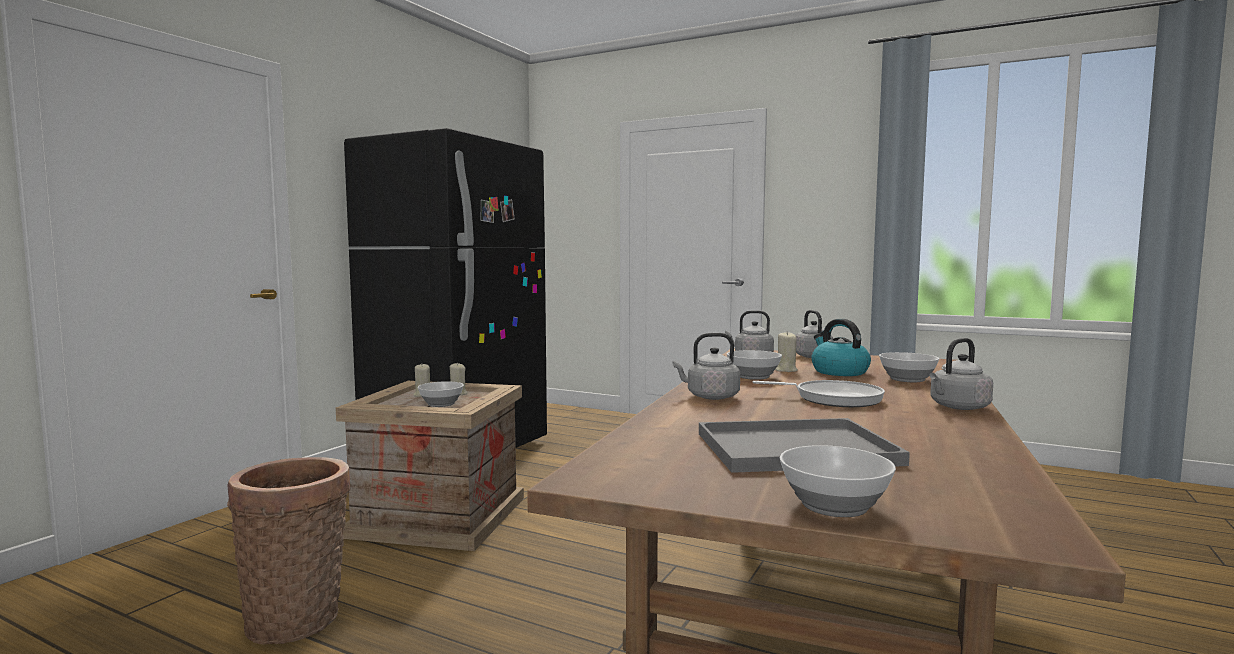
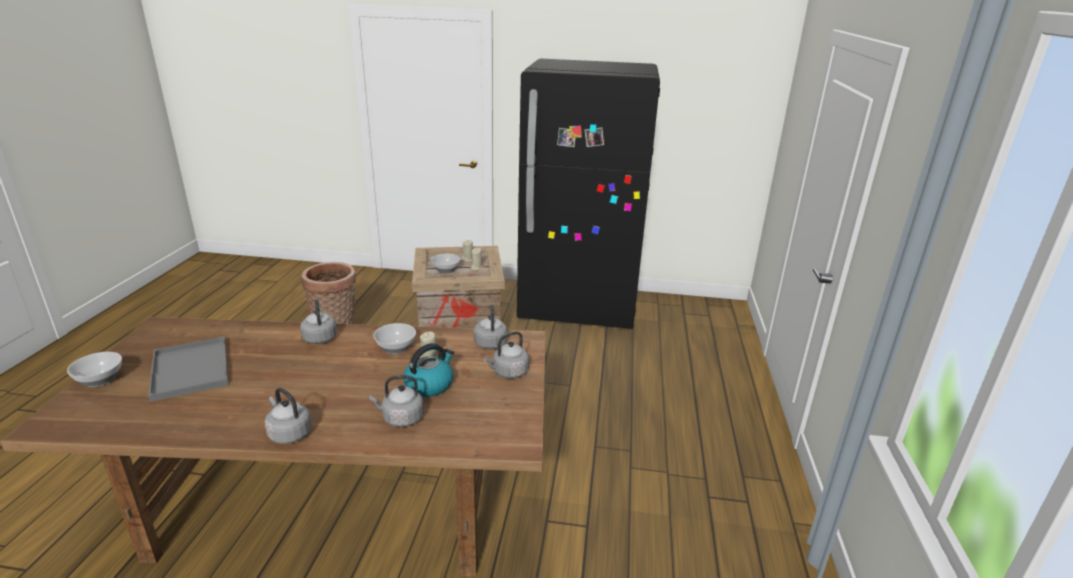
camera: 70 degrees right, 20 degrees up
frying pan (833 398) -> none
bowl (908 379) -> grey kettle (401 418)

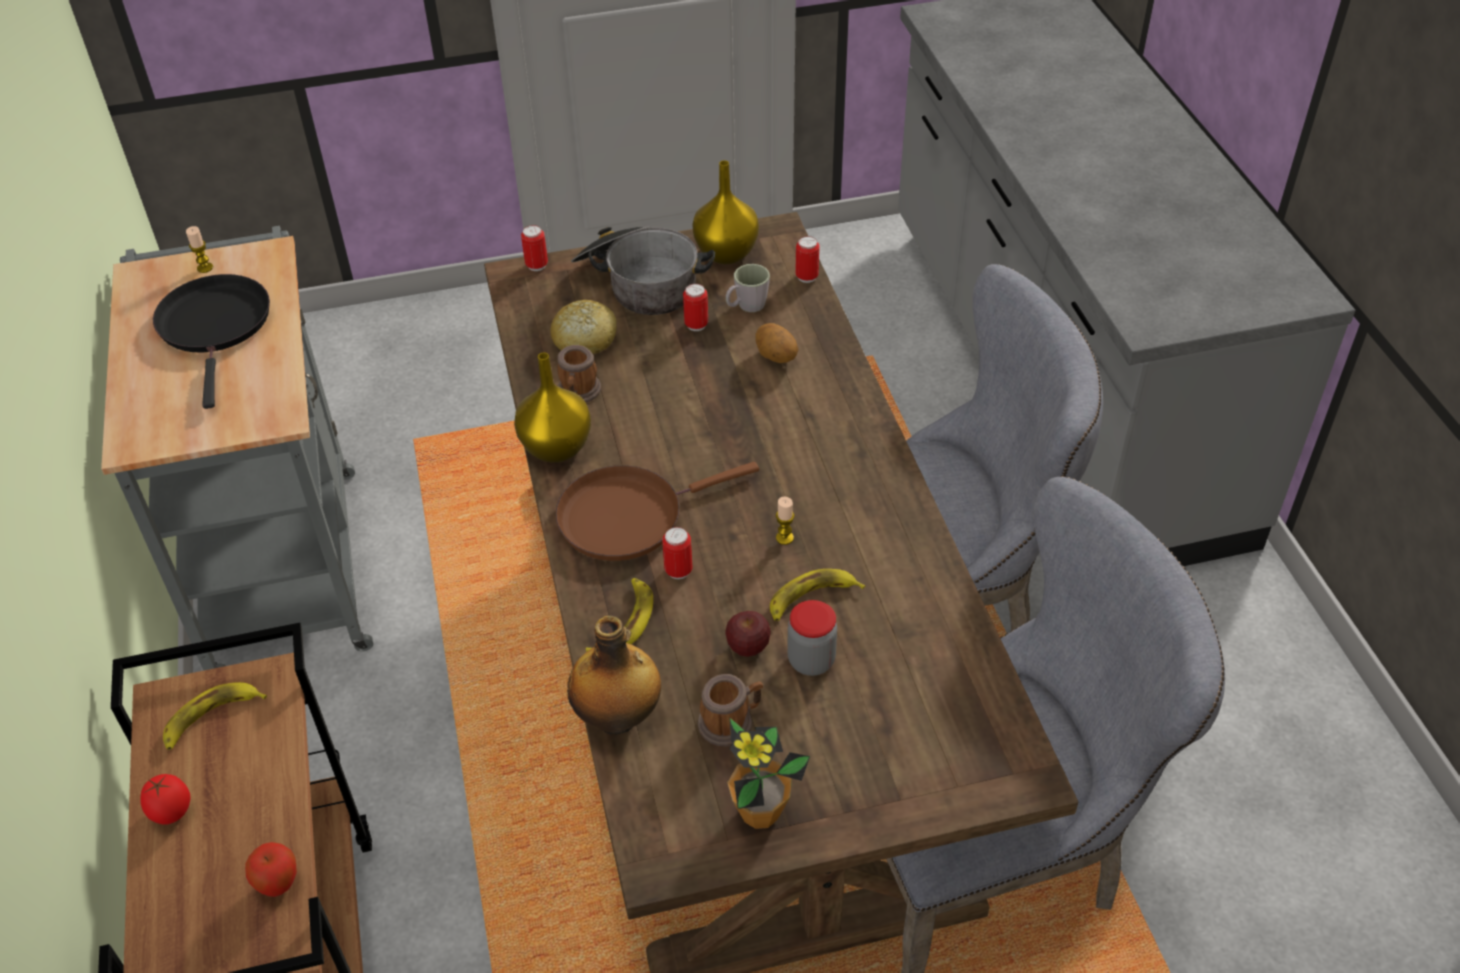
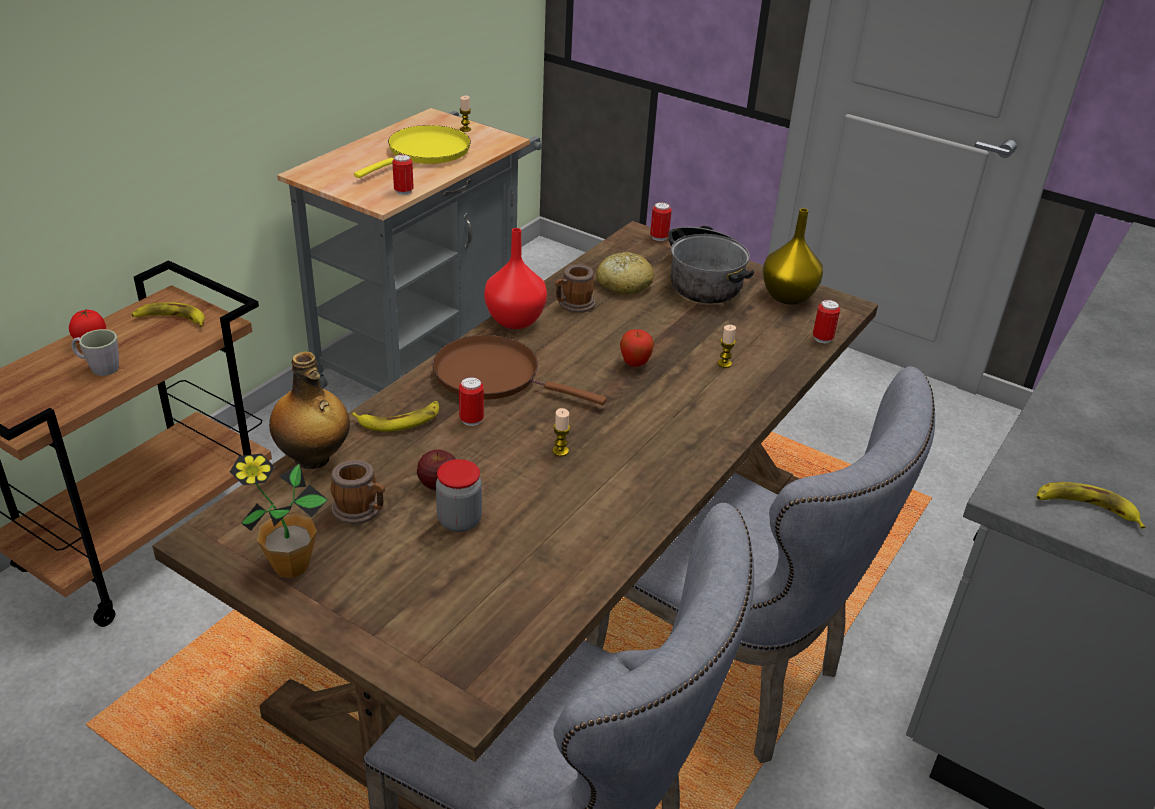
camera: 45 degrees right, 10 degrees down
apple (278 885) -> apple (635 364), relocated
can (696 325) -> can (403 191), relocated
grey mug (746 306) -> grey mug (99 367), relocated
banana (811 598) -> banana (1085 508), relocated
potato (775 357) -> candle (724 363)
black frying pan (215 326) -> yellow frying pan (425 152)
yellow vase (558 448) -> red vase (515 321)

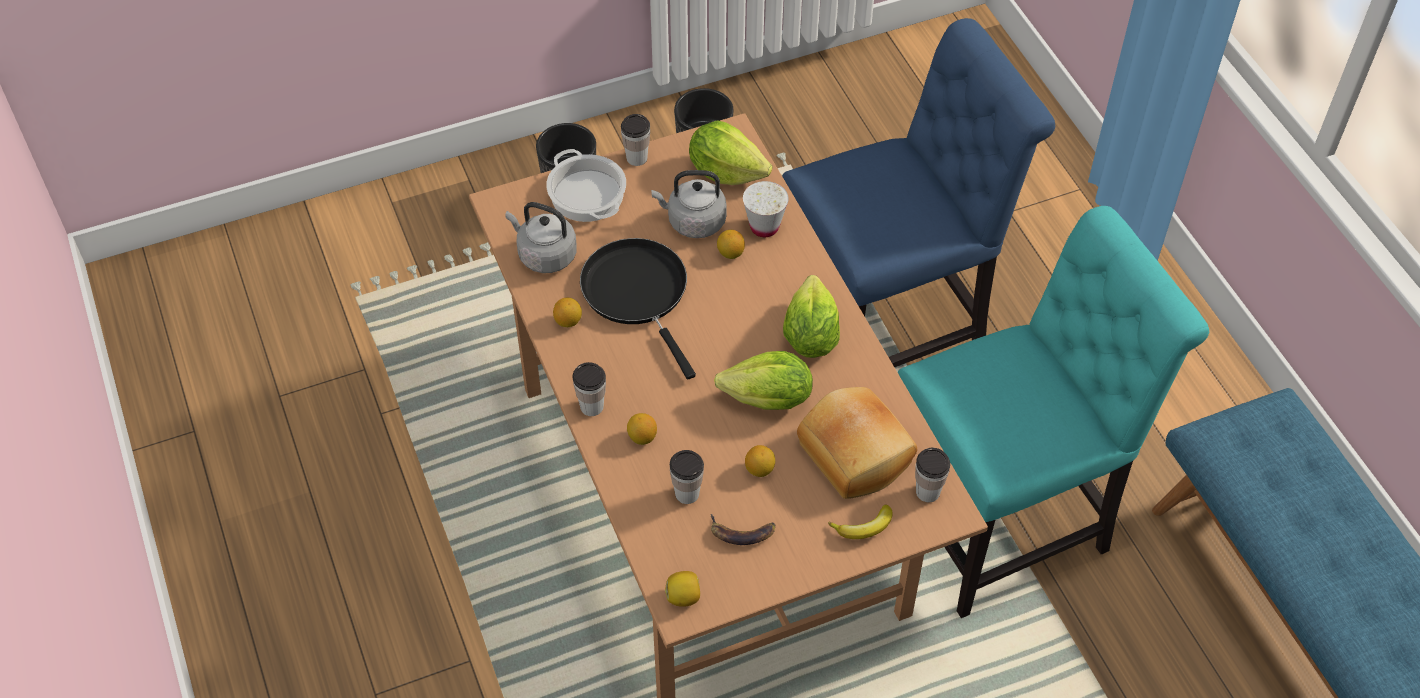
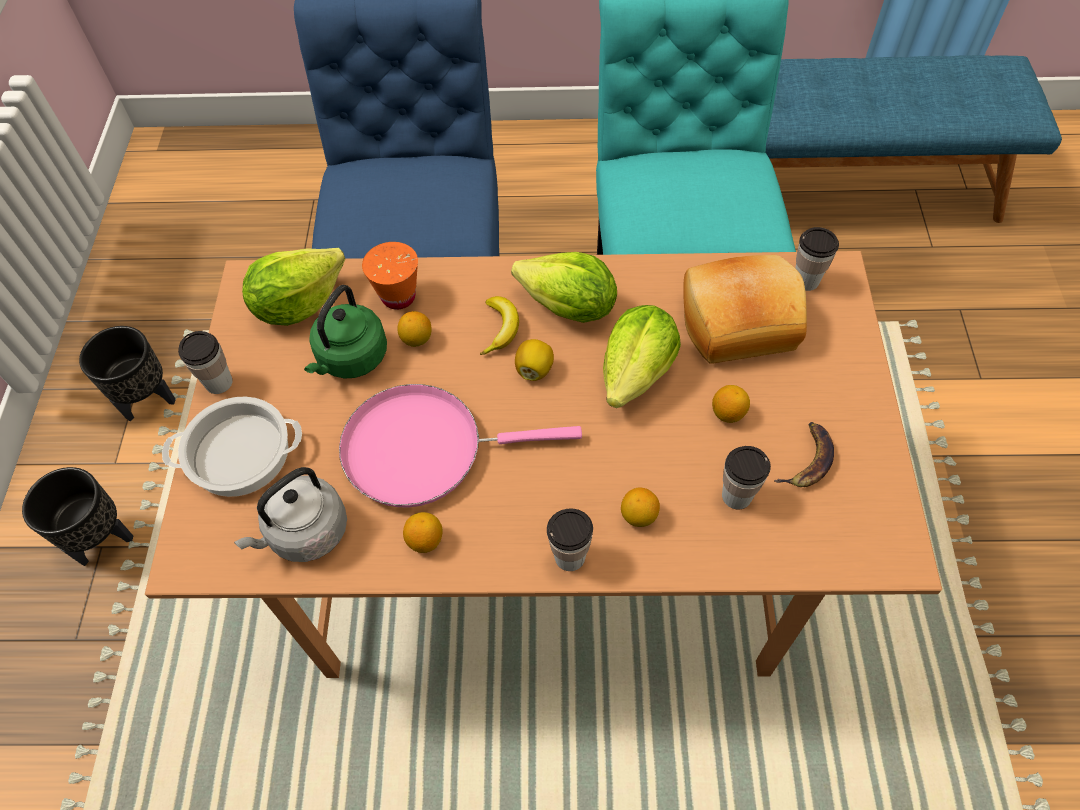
camera: 65 degrees left, 5 degrees up
lemon (684 597) -> lemon (534 369), relocated
banana (864 527) -> banana (500 328), relocated
black frying pan (638 293) -> pink frying pan (424 449)
grey kettle (693 222) -> green kettle (350 359)
white cup (764 227) -> orange cup (398 296)

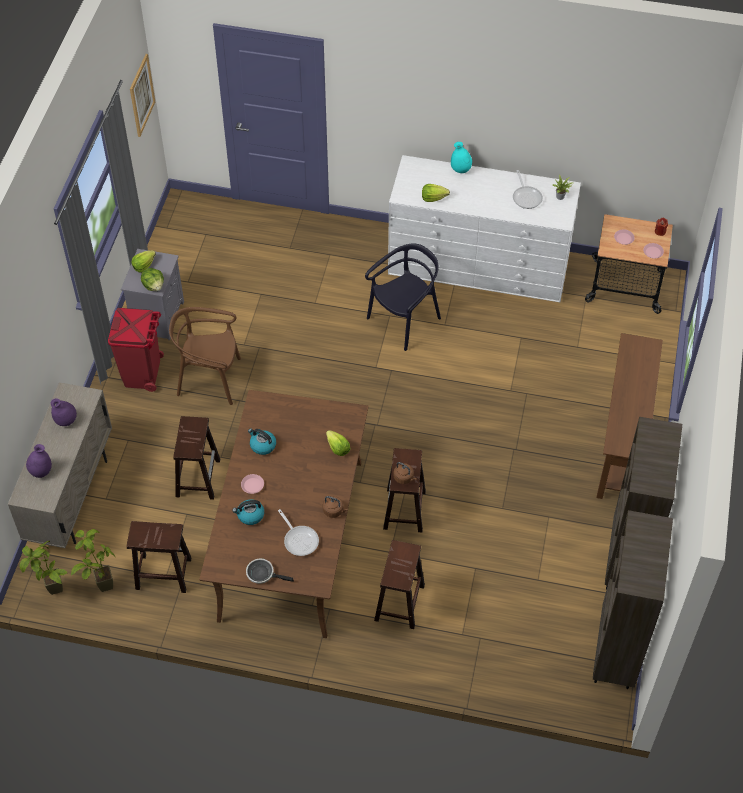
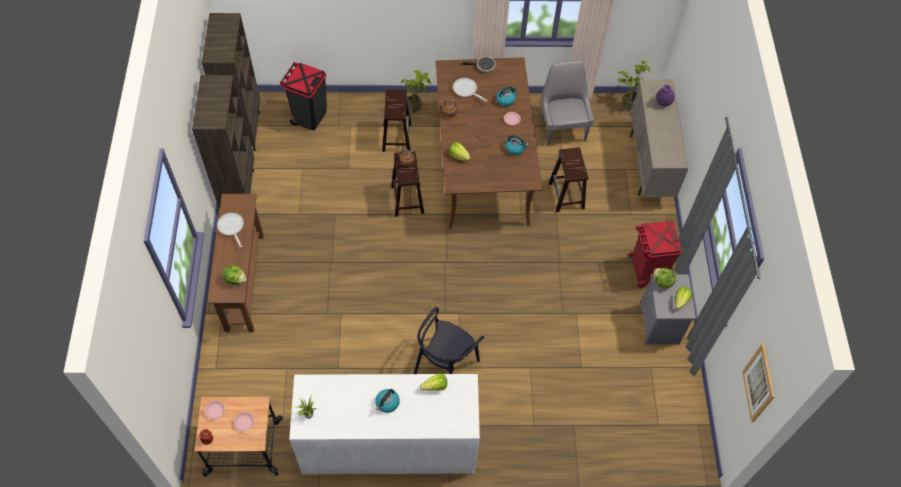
camera: 165 degrees right, 5 degrees up
purple vase (66 421) -> none
brown chair (210 379) -> none
turquoise vase (460 170) -> none
none -> lettuce (236 279)
none -> black trash can (309 116)
none -> kettle (387 403)
potted plant (99 586) -> potted plant (418 108), relocated
frying pan (526 197) -> frying pan (231 228), relocated
brown stool (162 574) -> grey chair (562 128)

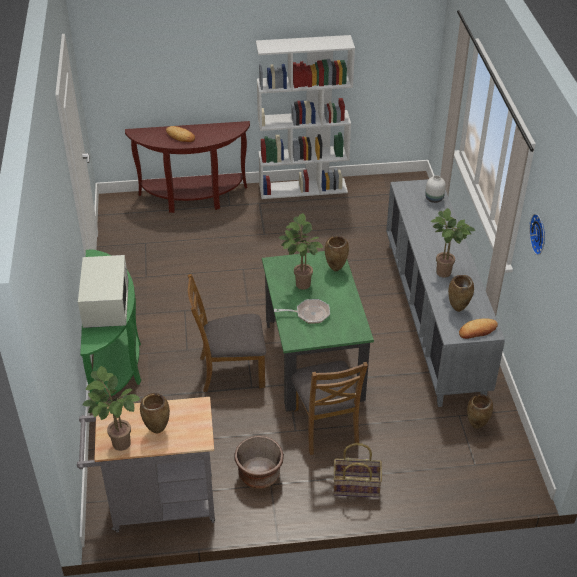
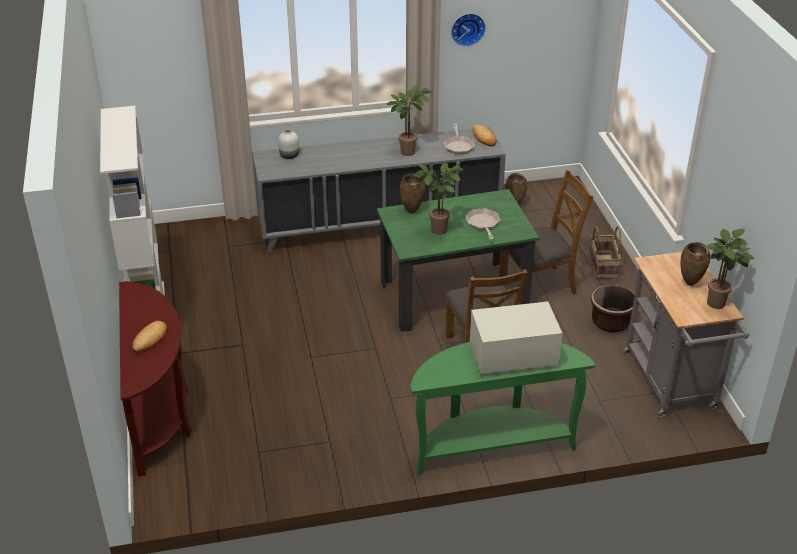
camera: 95 degrees left, 5 degrees down
brown vase (458 310) -> frying pan (458 146)

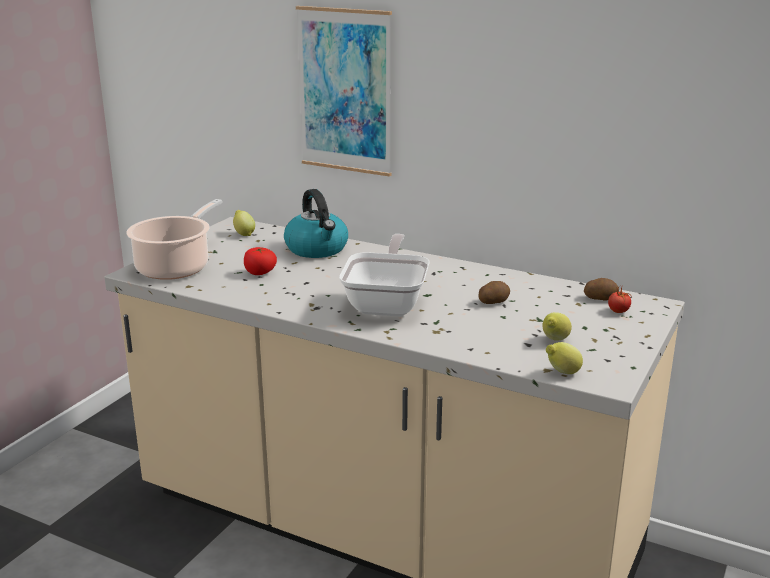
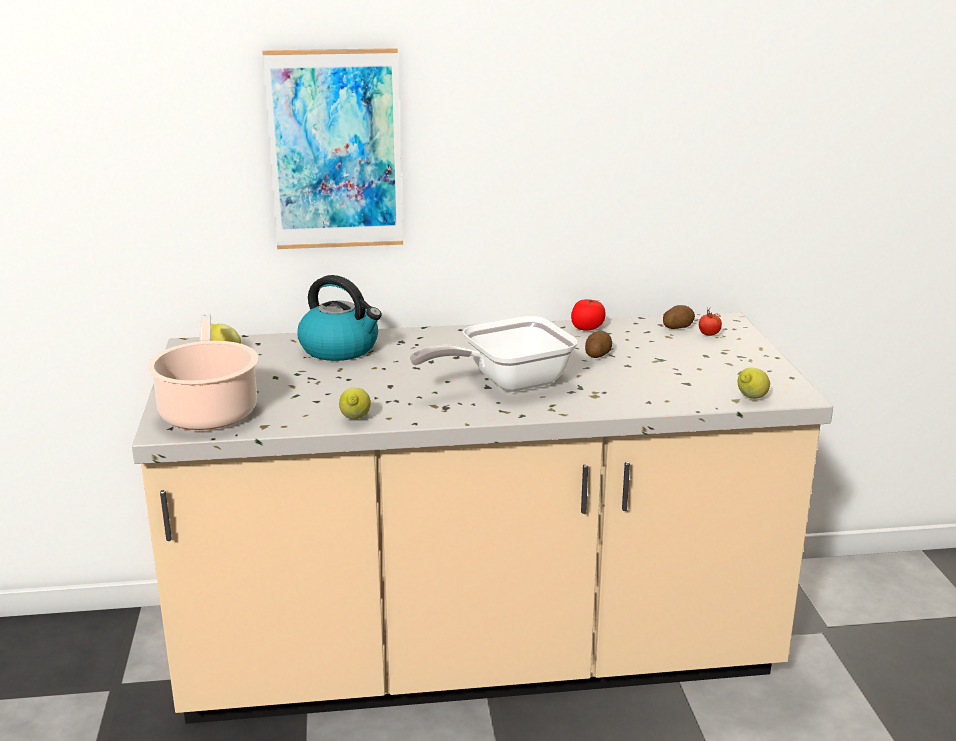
camera: 35 degrees left, 0 degrees up
tomato (260 273) -> tomato (587 328), relocated
lemon (554 340) -> lemon (355 419), relocated
frying pan (388 303) -> frying pan (506 382), 90 degrees counterclockwise

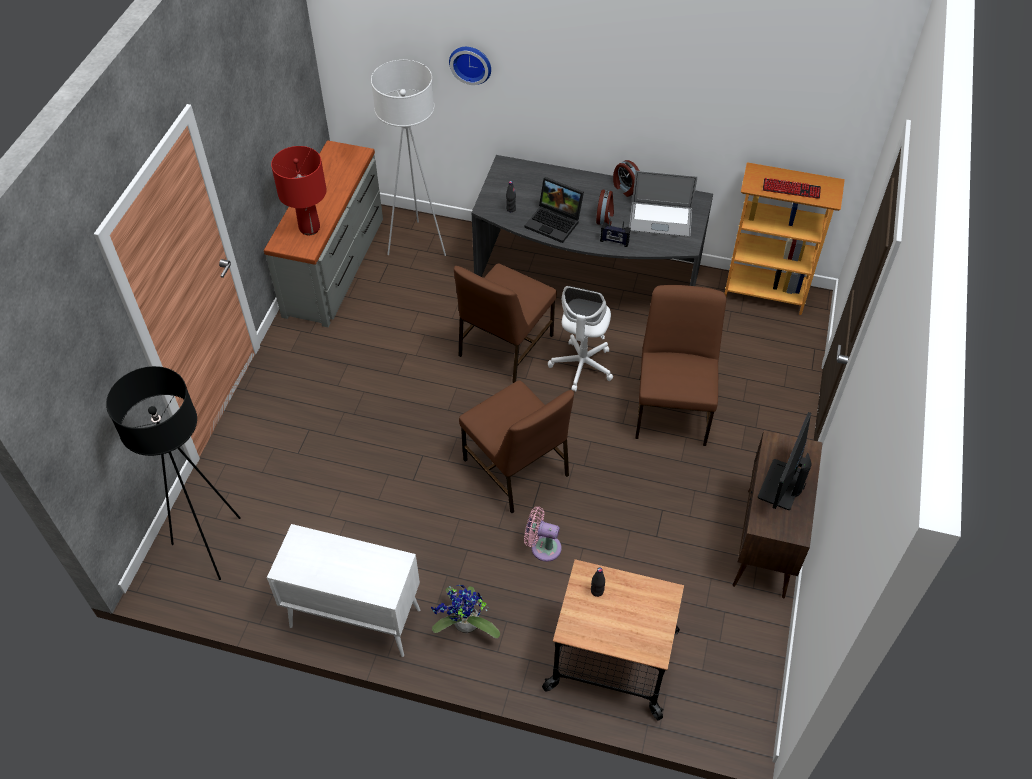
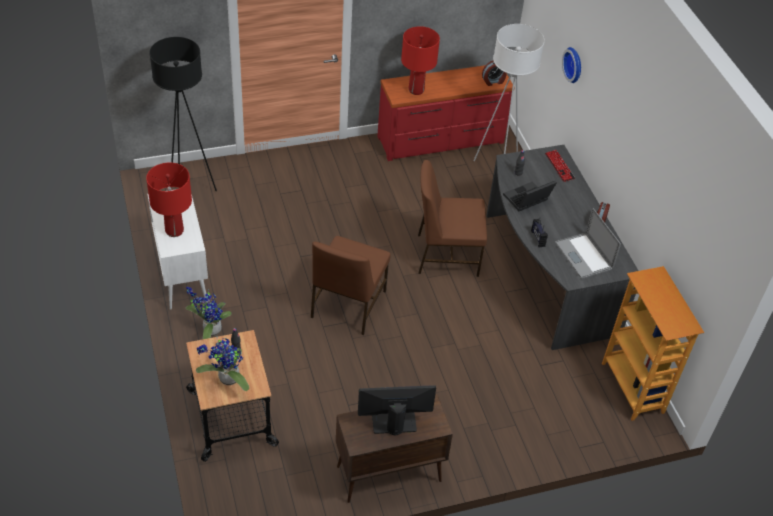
camera: 55 degrees right, 5 degrees down
pink fan (542 547) -> none
white office chair (582 366) -> none
brown chair (673 409) -> none
none -> red table lamp (174 230)
none -> potted plant (226 380)
alarm clock (605 218) -> alarm clock (493 81), relocated
keyboard (791 189) -> keyboard (559 166), relocated
grey dresser (335 266) -> red dresser (441 140)
laptop (555 222) -> laptop (527 200), 60 degrees clockwise

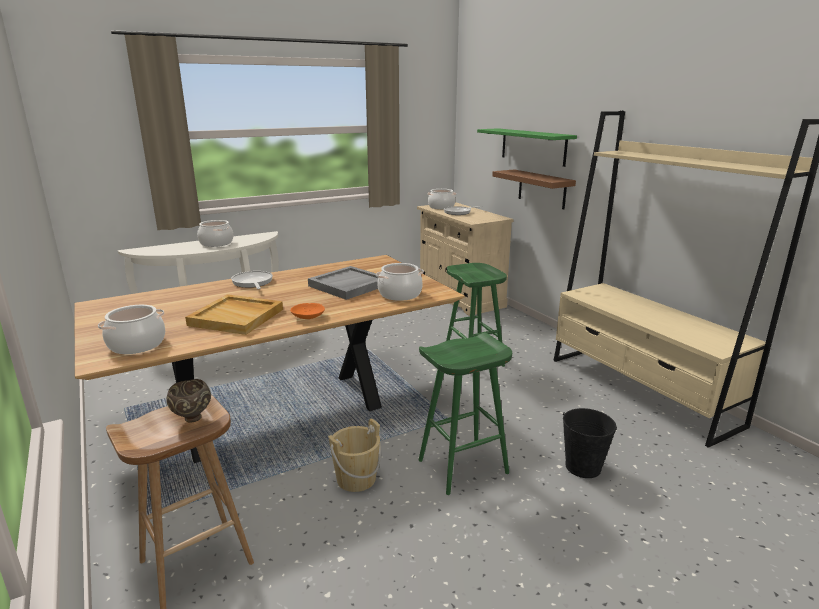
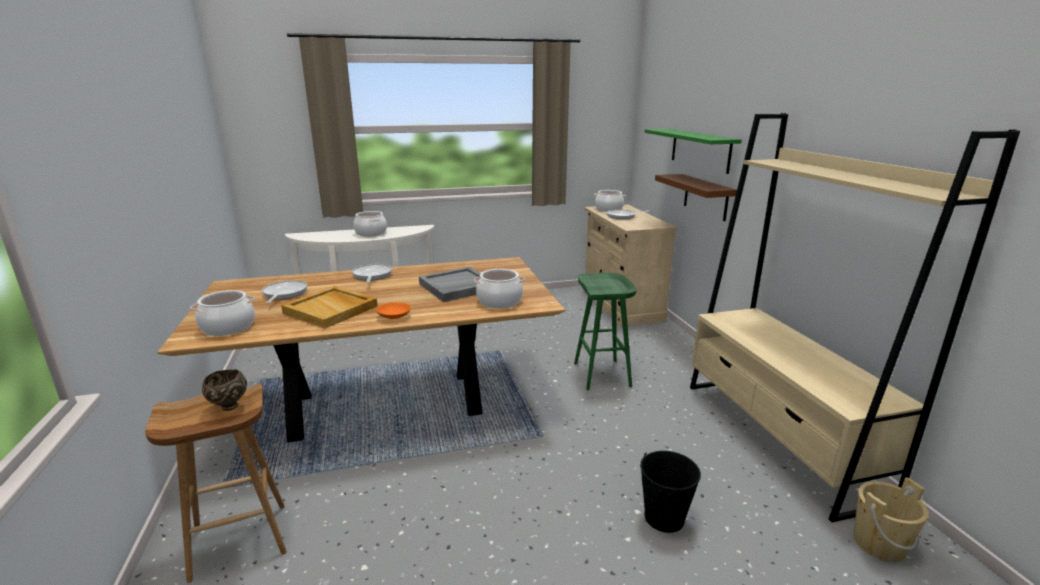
camera: 15 degrees right, 0 degrees up
green stool (462 467) -> none
none -> frying pan (284 294)
beige bucket (356 479) -> beige bucket (879 543), relocated

